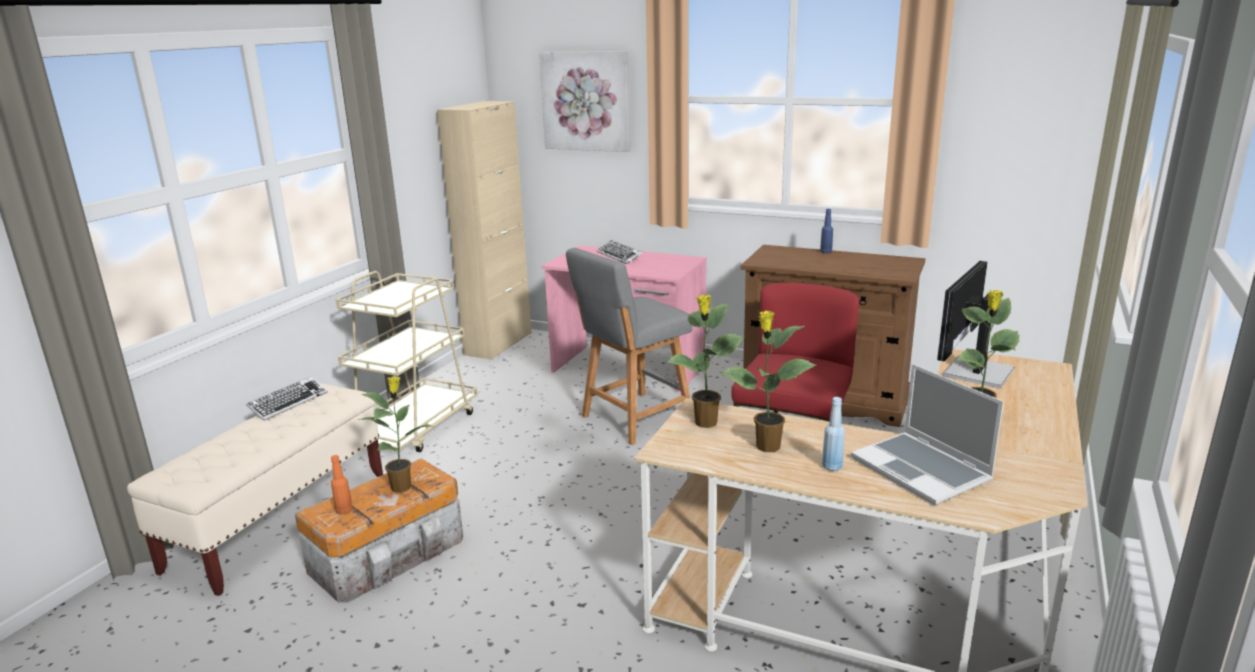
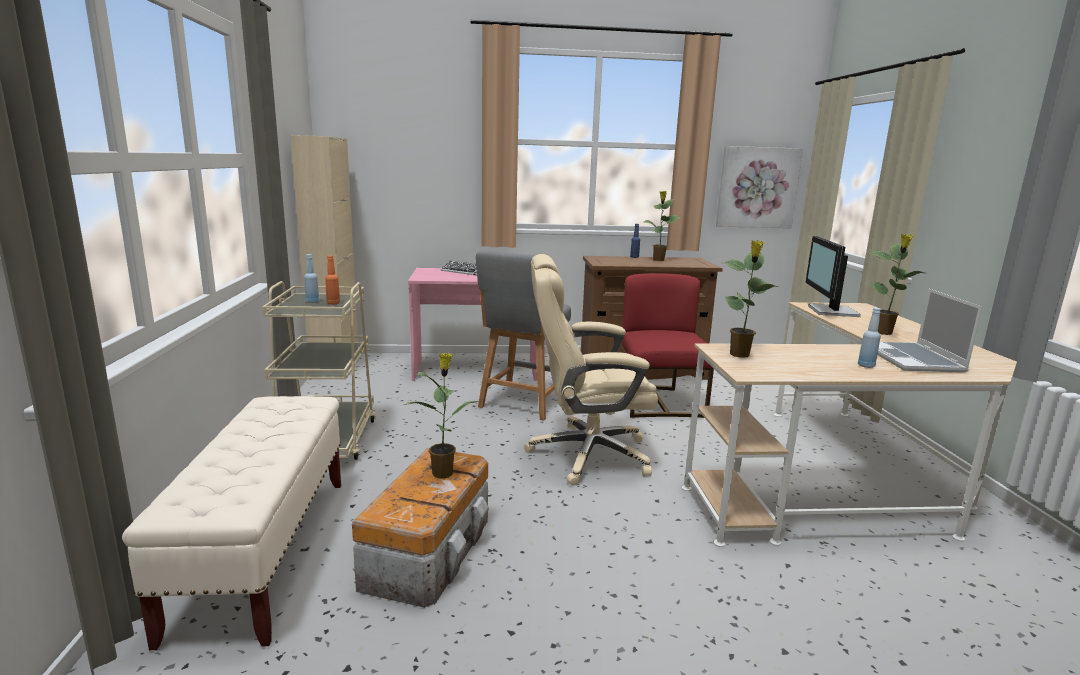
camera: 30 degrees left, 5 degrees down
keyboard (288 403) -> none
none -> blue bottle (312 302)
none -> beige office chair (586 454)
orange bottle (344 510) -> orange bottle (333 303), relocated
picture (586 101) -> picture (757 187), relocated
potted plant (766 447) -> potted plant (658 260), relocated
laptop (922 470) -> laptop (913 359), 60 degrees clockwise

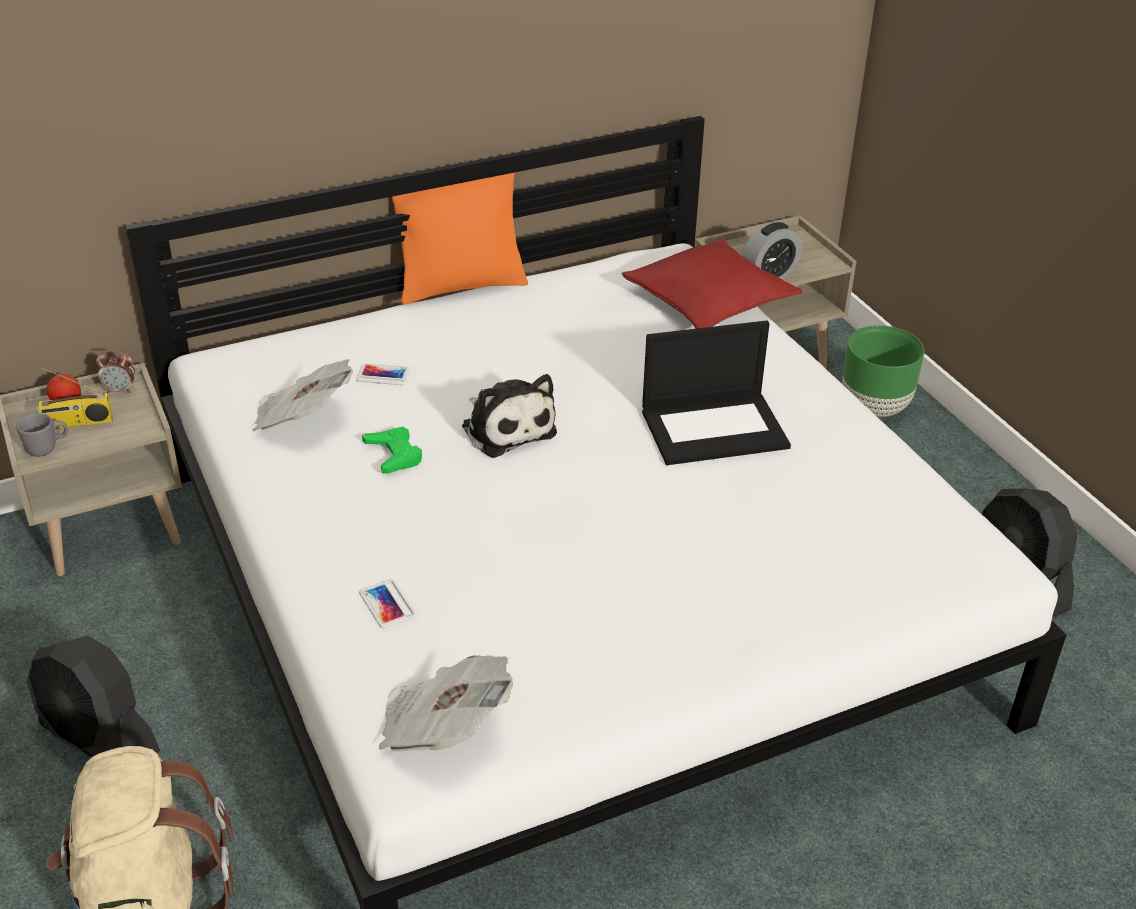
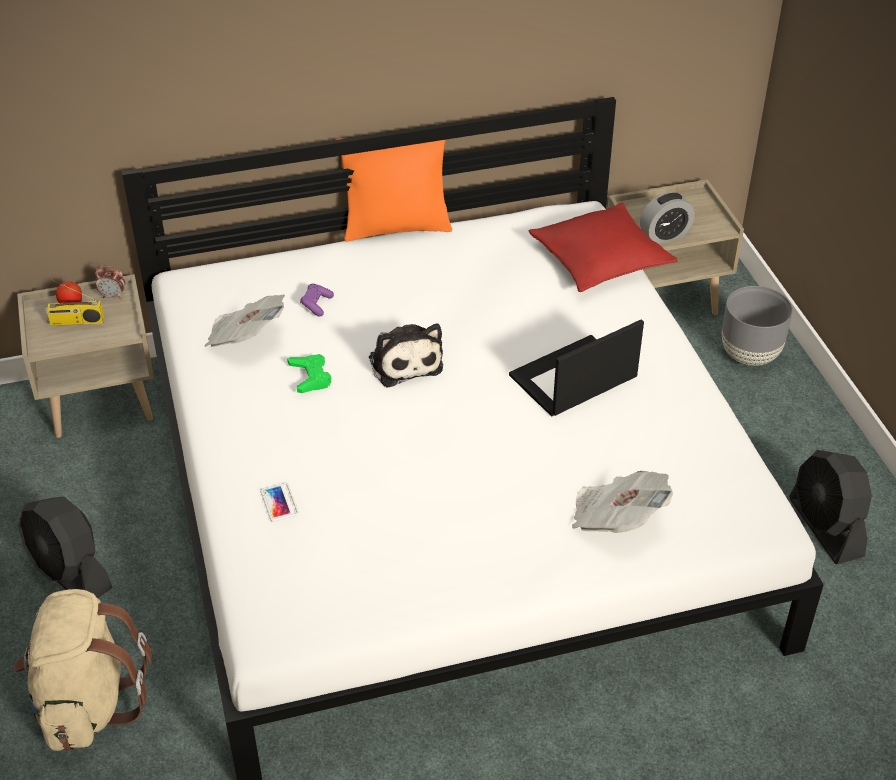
camera: 10 degrees right, 5 degrees up
grey mug (47 448) -> none
newspaper (443 727) -> newspaper (616 519), relocated
phone (383 375) -> purple game controller (316 305)
green planter (875 407) -> grey planter (750 355)
laptop (715 428) -> laptop (572 378), 150 degrees clockwise

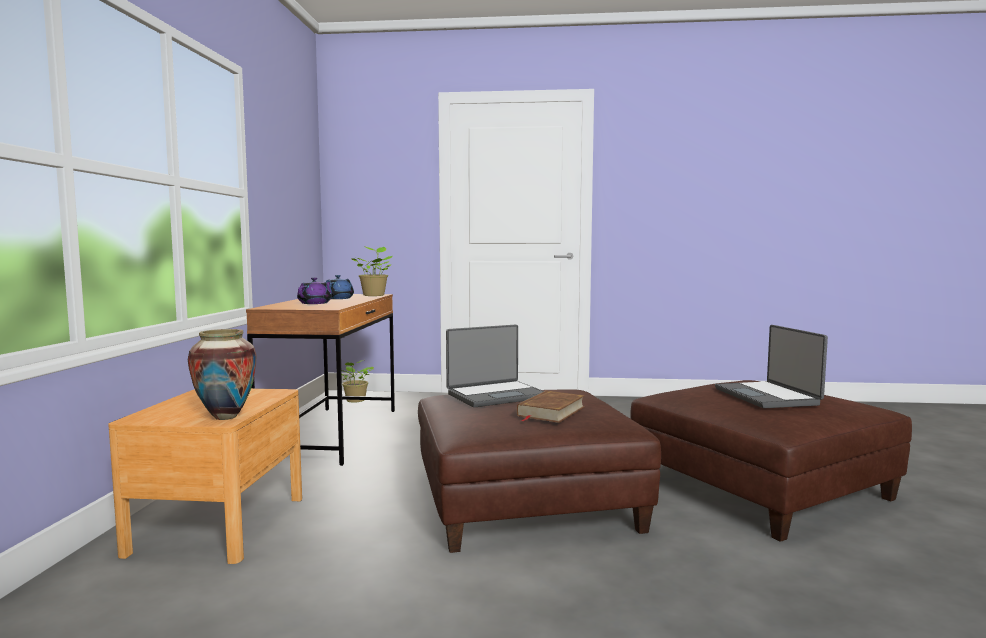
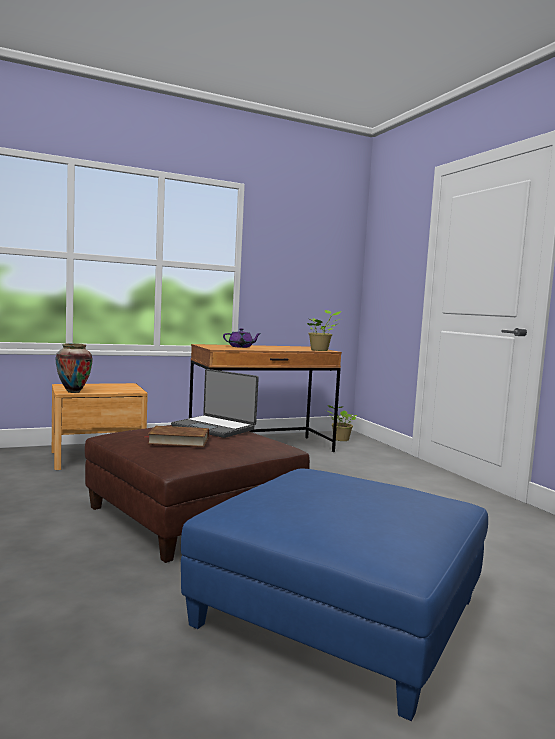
camera: 60 degrees right, 0 degrees up
blue teapot (339 298) -> none
laptop (768 396) -> none
brown ottoman (761 487) -> blue ottoman (340 613)

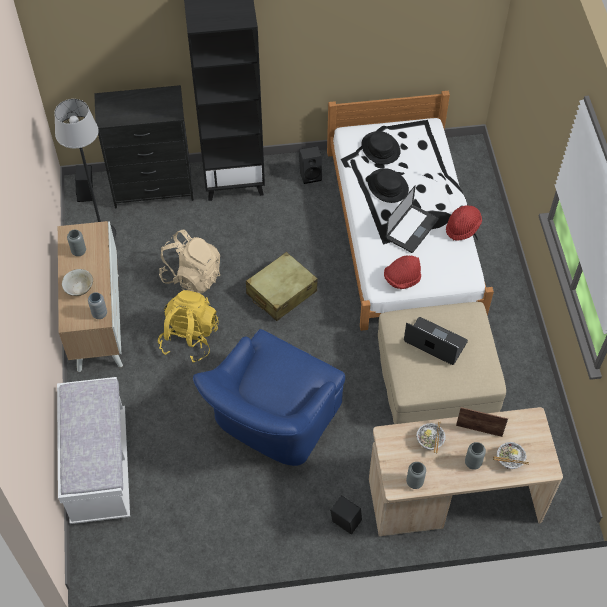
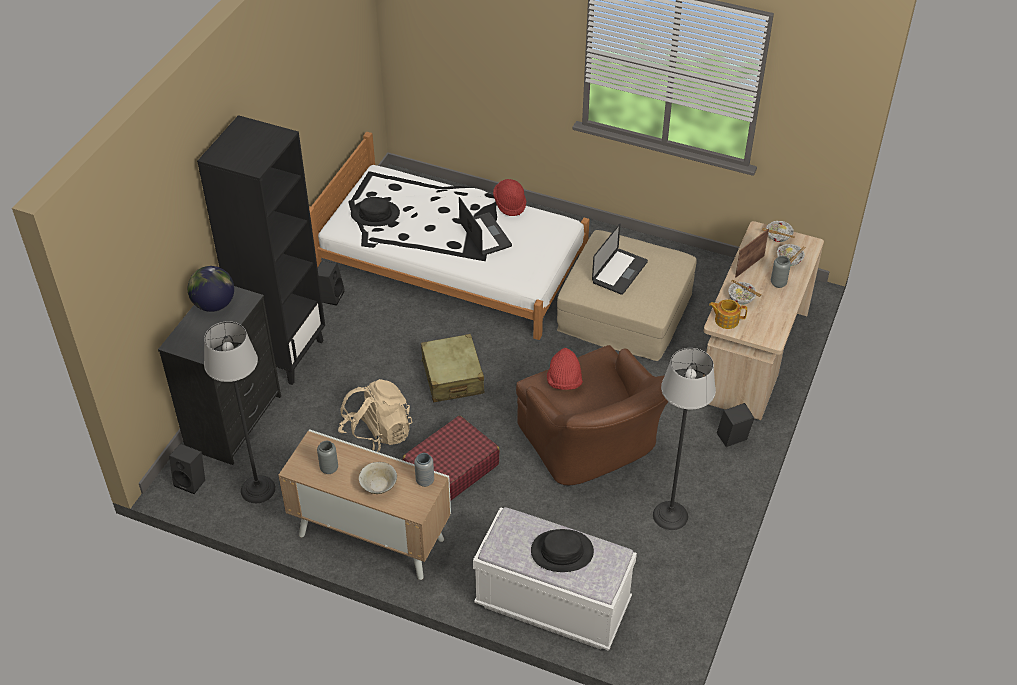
camera: 60 degrees left, 10 degrees down
grey vase (414 482) -> none
none -> globe (214 304)
none -> floor lamp (670 515)
none -> teapot (726 320)
none -> bowl (778 238)
black hat (387 186) -> black hat (562 552), relocated
red hat (402 279) -> red hat (564 381), relocated
yellow backpack (189 338) -> red suitcase (451 469)
blue armchair (271 422) -> brown armchair (593 446)
laptop (435 342) -> laptop (619 272), 150 degrees clockwise

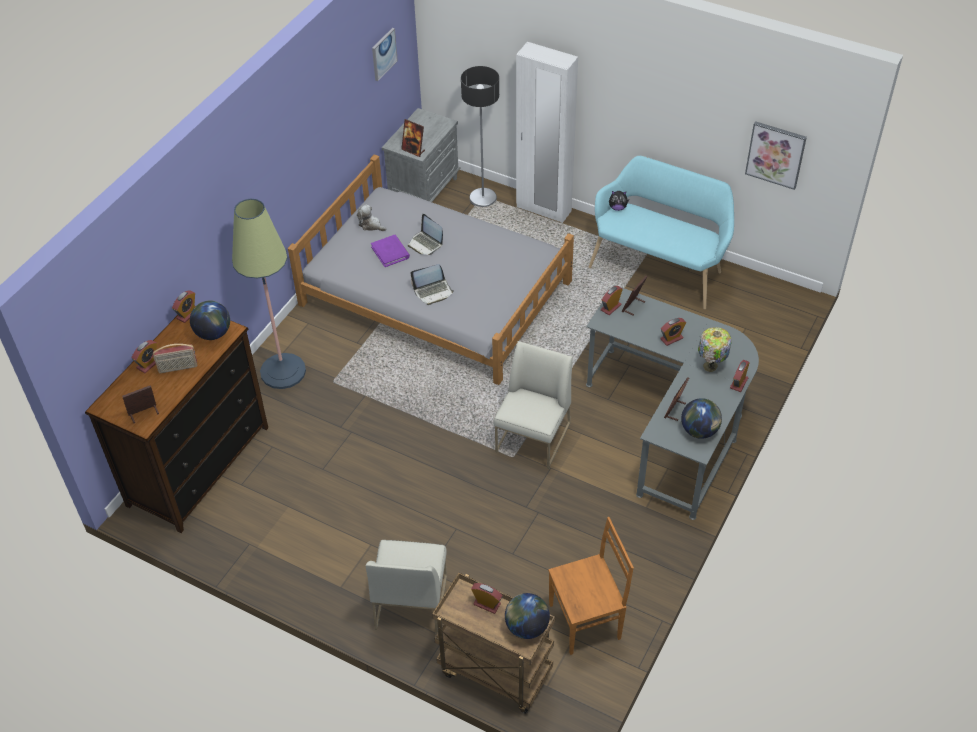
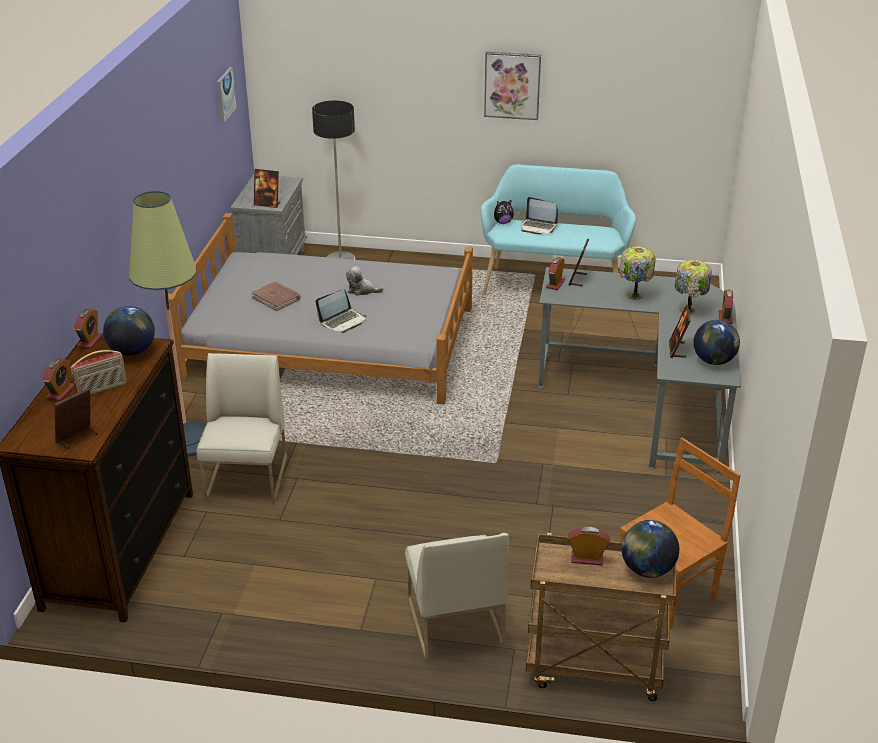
camera: 20 degrees left, 15 degrees down
white wardrobe (543 209) -> none
plush toy (371 225) -> plush toy (362 290), relocated
laptop (425 244) -> laptop (538 227), relocated
white chair (533 438) -> white chair (247 479), relocated
picture (775 154) -> picture (512 85), relocated
alarm clock (671 338) -> table lamp (633 296)
purple book (390 252) -> brown book (276 298)

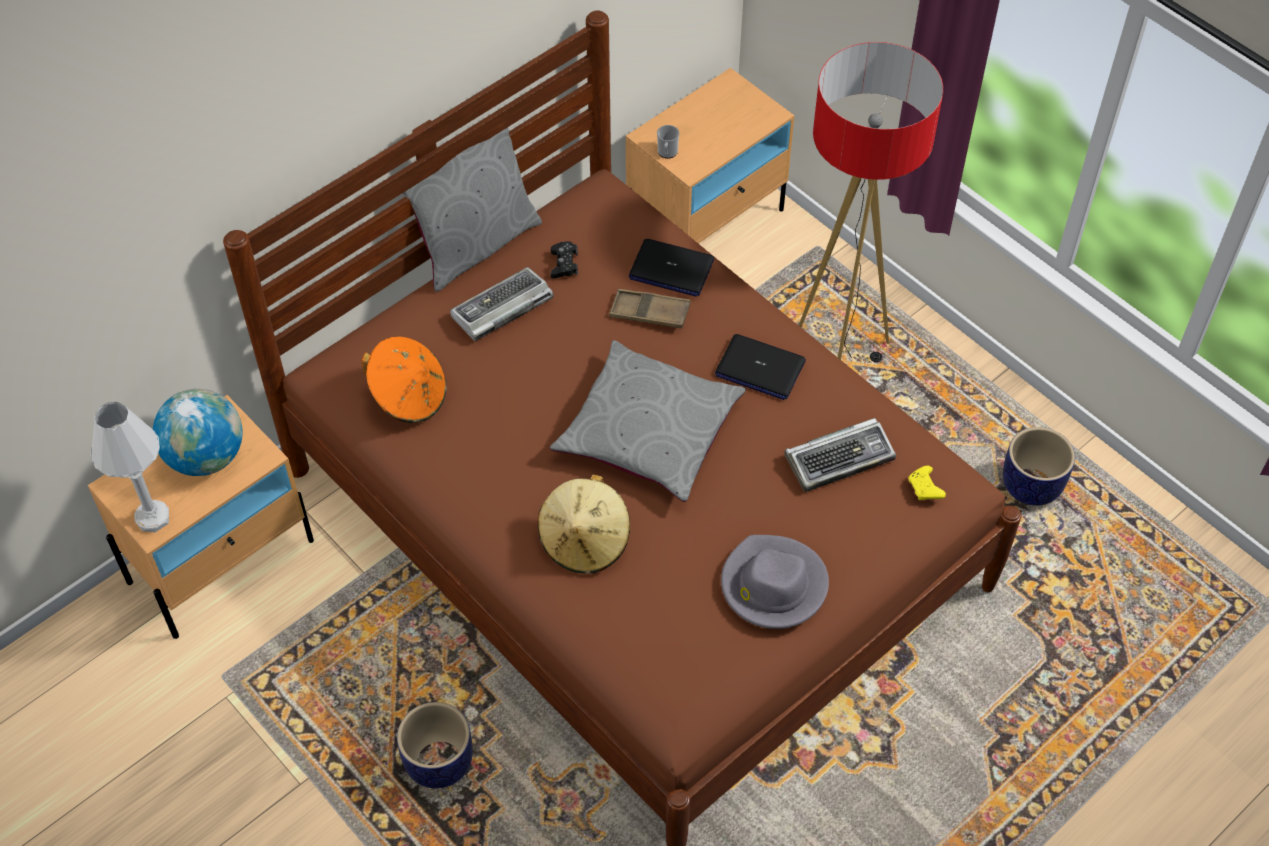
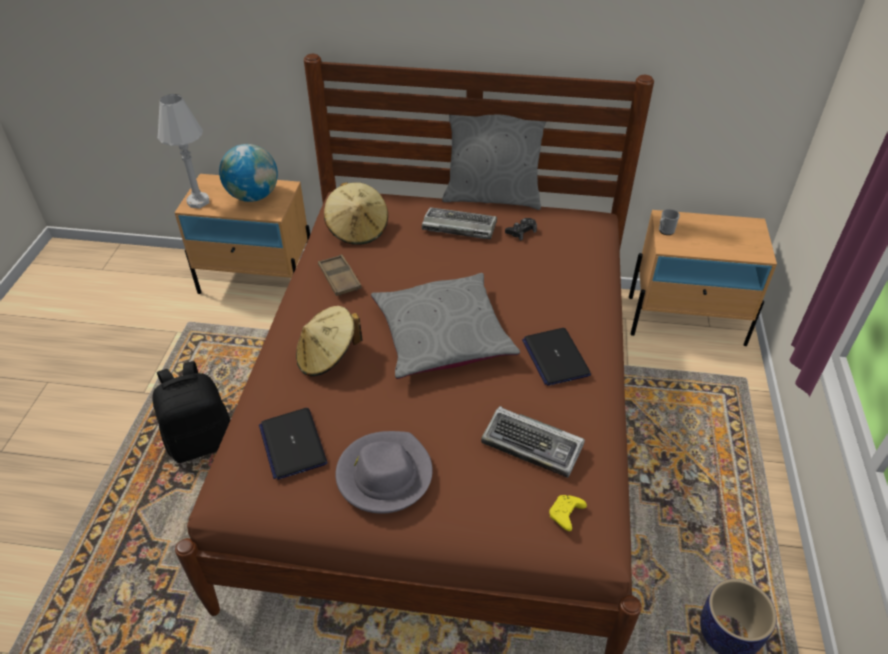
camera: 50 degrees right, 10 degrees down
floor lamp (840 356) -> none
brown tray (649 313) -> brown tray (339 279), relocated
laptop (671 269) -> laptop (292 444), relocated
planter (438 762) -> black backpack (201 441)
orange hat (409 396) -> beige hat (357 229)

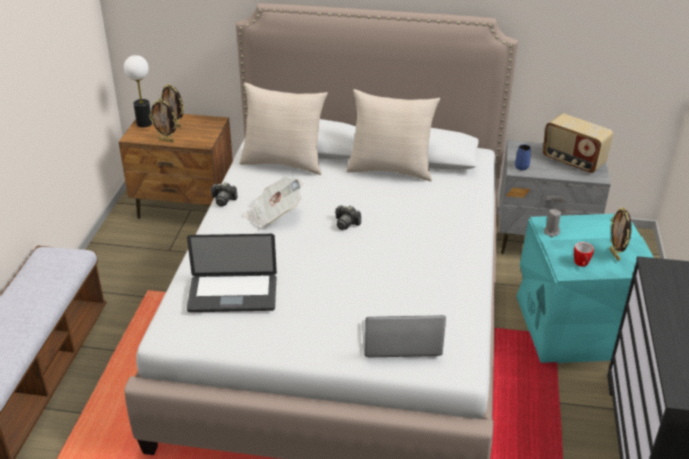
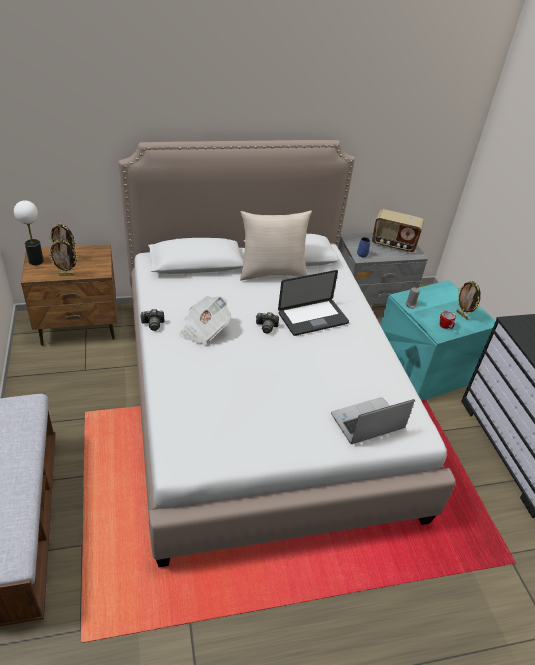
camera: 25 degrees left, 5 degrees up
beige pillow (283 163) -> none
laptop (233 295) -> laptop (313 318), relocated

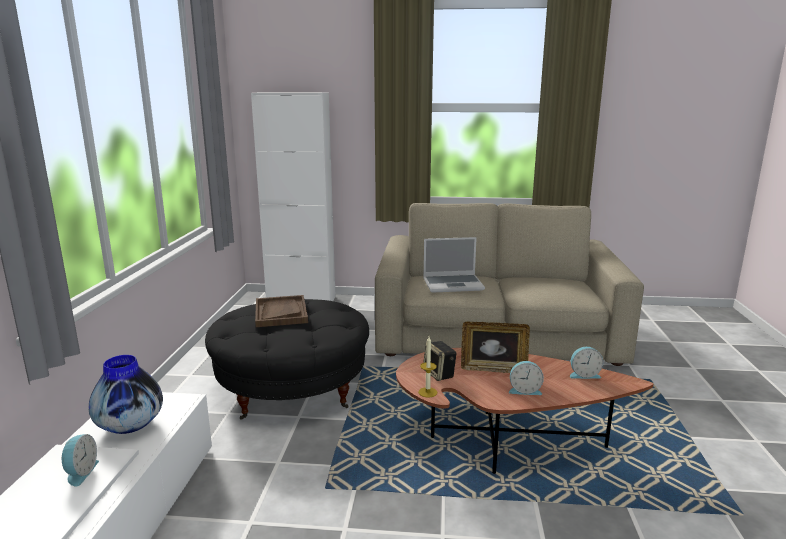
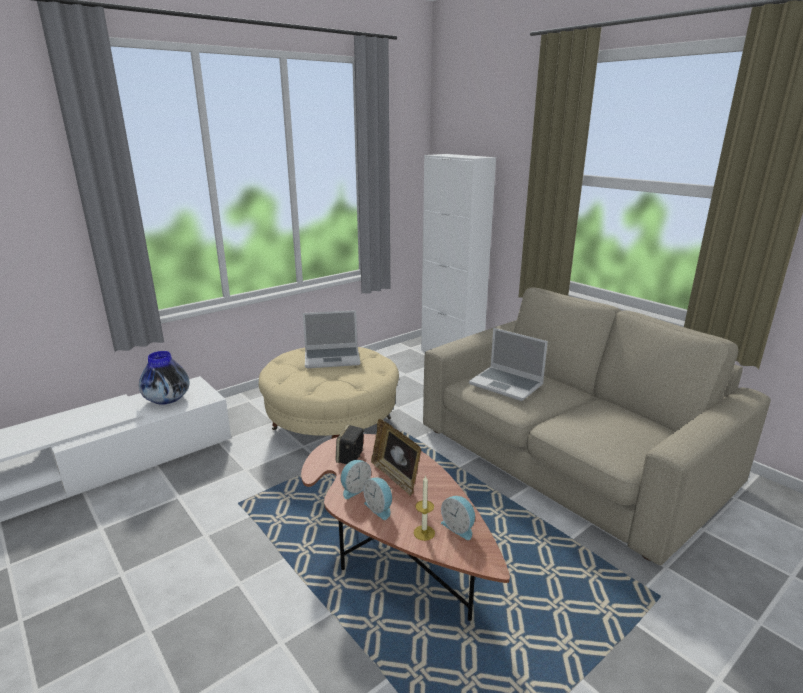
camera: 45 degrees right, 5 degrees up
alarm clock (80 472) -> alarm clock (354 489), relocated
candle (427 392) -> candle (424 533), relocated
brown tray (281 313) -> laptop (333 358)
black ottoman (292 388) -> beige ottoman (332 424)

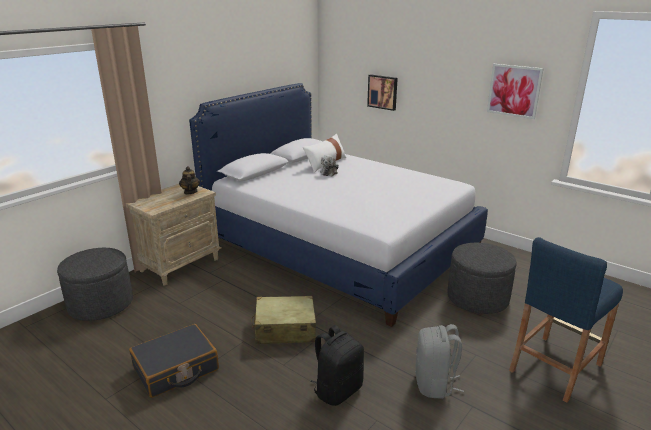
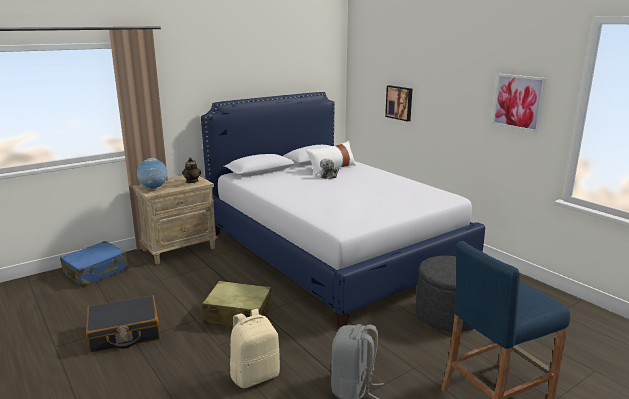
camera: 15 degrees right, 5 degrees down
none -> globe (154 189)
grey ottoman (101 304) -> blue suitcase (96 272)
black backpack (337 390) -> beige backpack (255 375)

